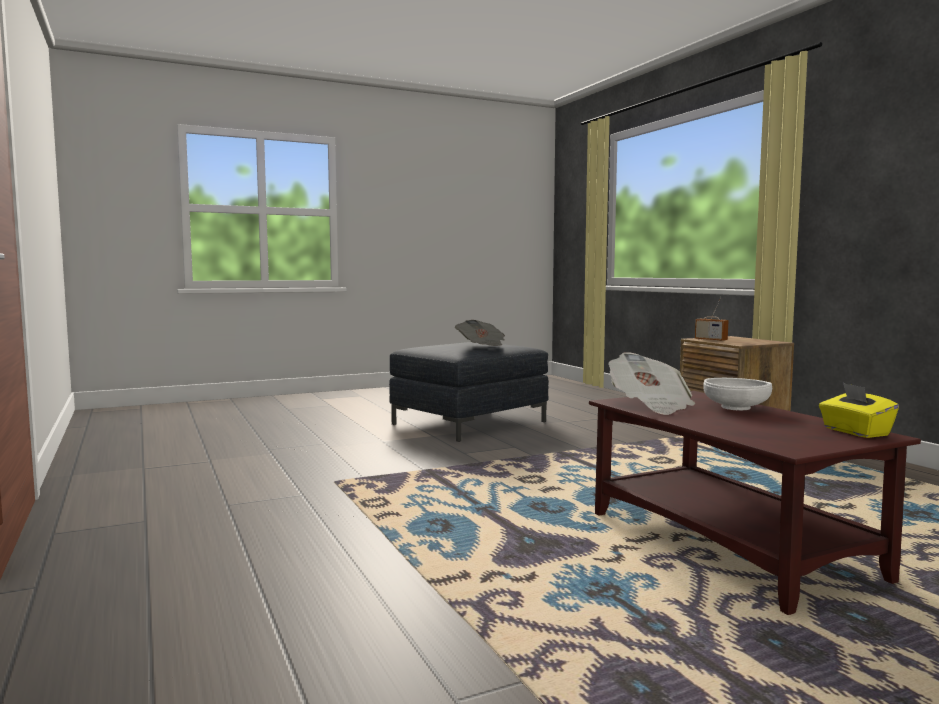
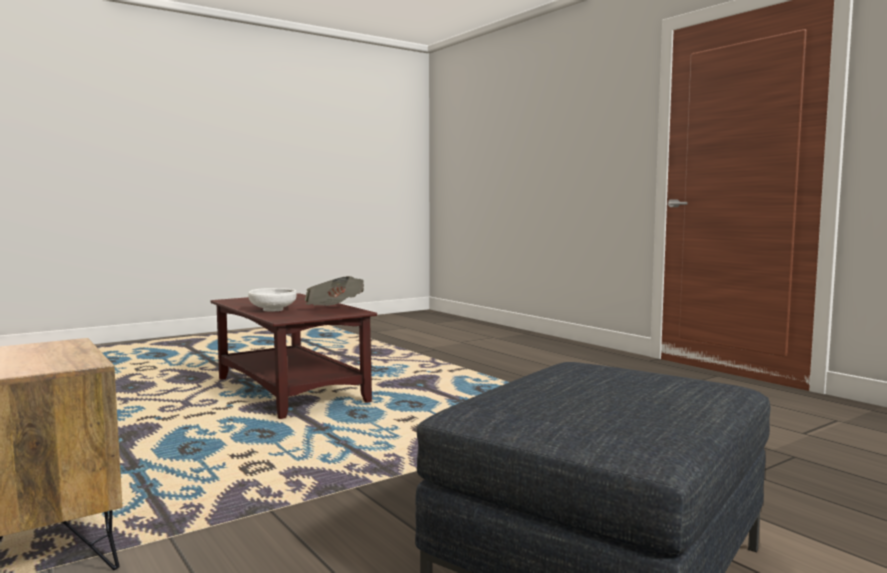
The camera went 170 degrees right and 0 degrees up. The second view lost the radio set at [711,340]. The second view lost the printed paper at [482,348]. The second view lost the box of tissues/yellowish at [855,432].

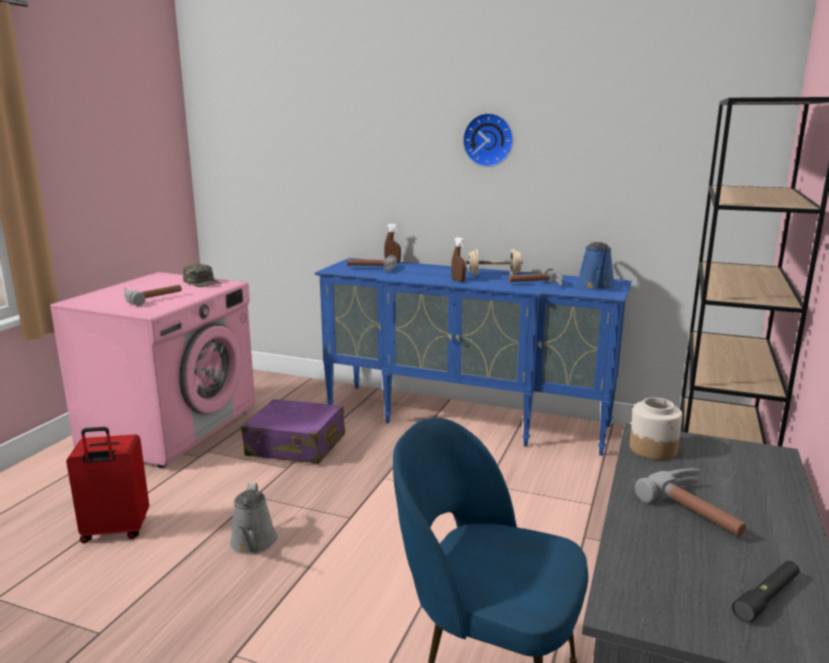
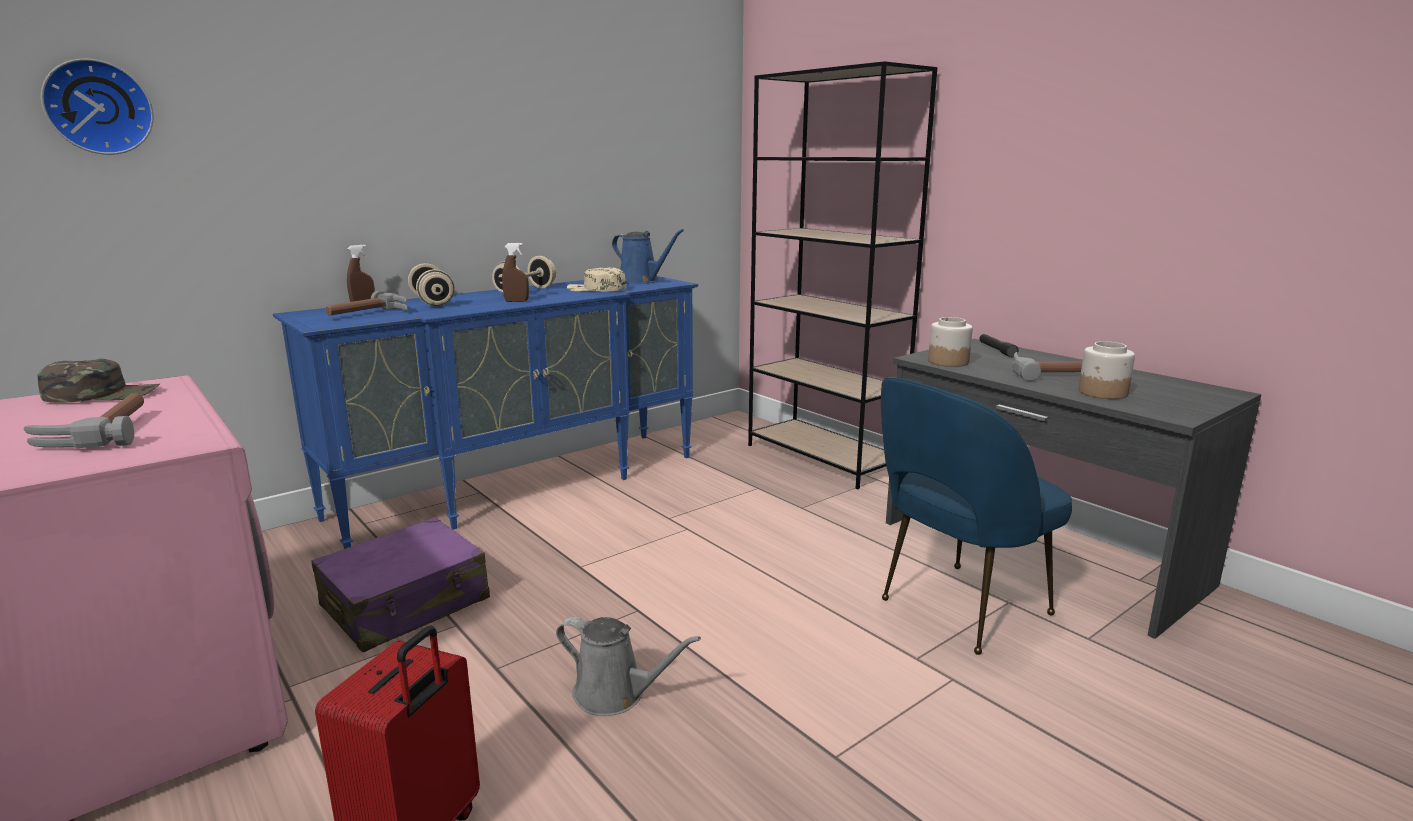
The camera went 60 degrees left and 0 degrees up. The wall clock ended up elsewhere, having gone from [488,140] to [98,107]. Where the tool hammer stood at [536,285], the cap/beige-coloured came to stand at [596,289]. The hand torch/black ended up elsewhere, having gone from [766,597] to [996,350]. The second view gained the free weight/beige-coloured at [432,302]. The second view gained the storage jar at [1103,393].

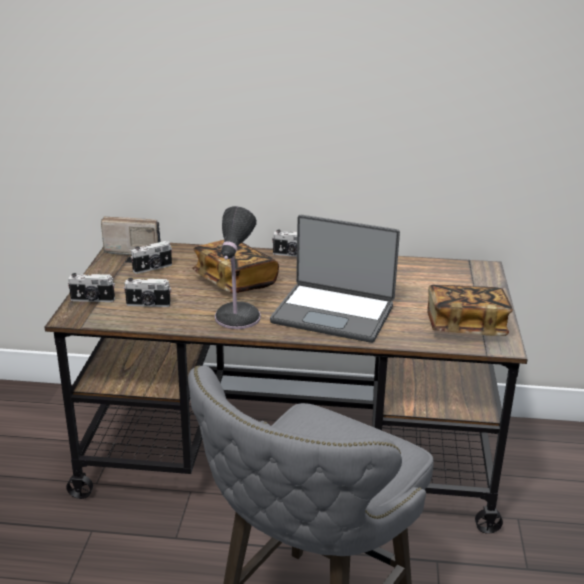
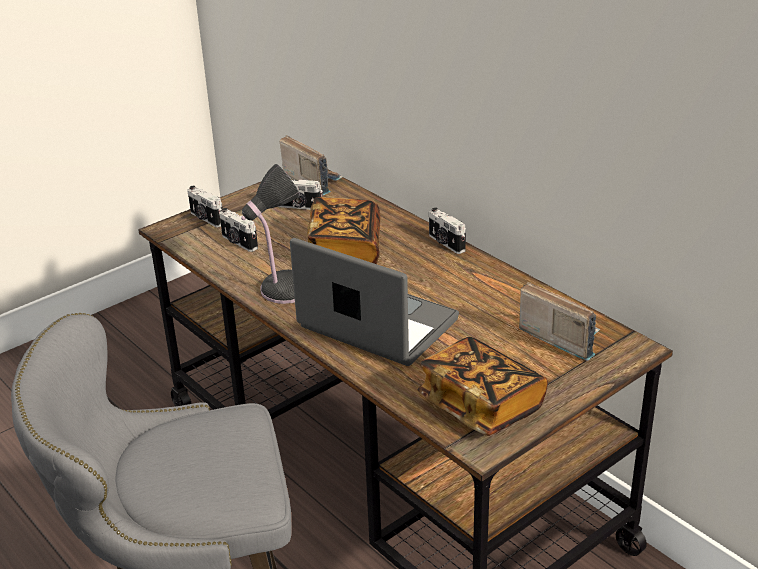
The camera went 45 degrees right and 5 degrees up. The notebook computer at [334,313] ended up facing another way, 150 degrees clockwise from before. The second view gained the radio set at [560,337].

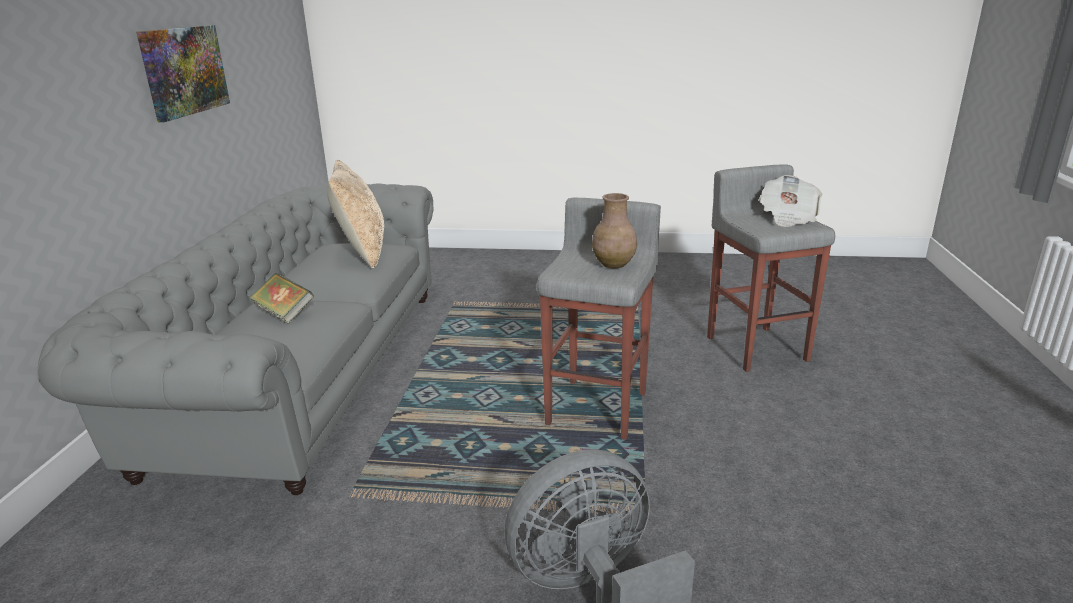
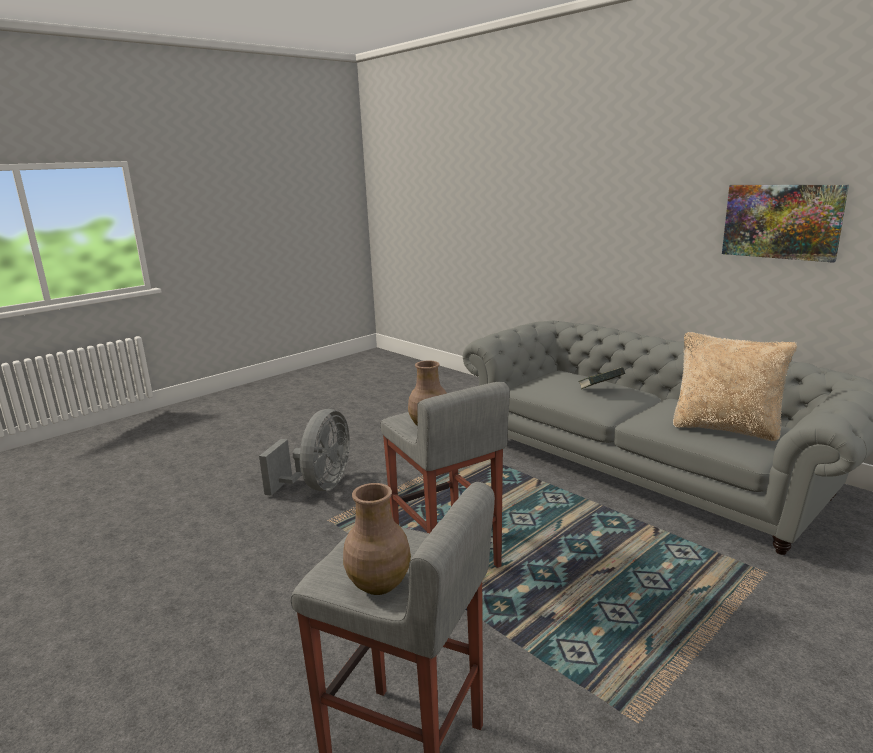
The camera went 130 degrees right and 5 degrees down. Where the printed paper stood at [788,217], the decorative vase/brown-coloured came to stand at [378,583].

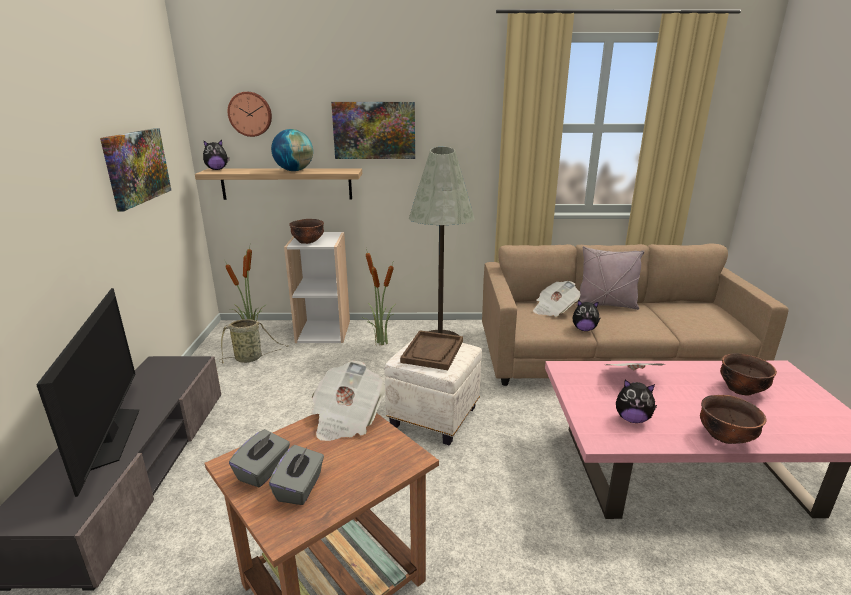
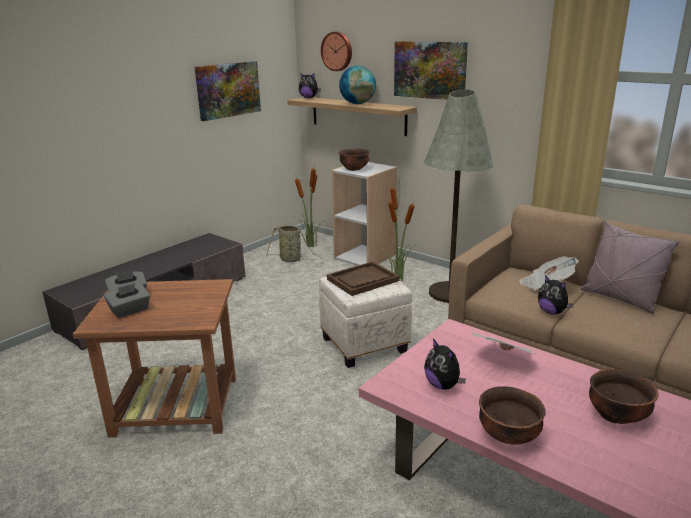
The camera went 40 degrees right and 0 degrees up. The second view lost the TV set at [110,436]. The second view lost the printed paper at [346,418].

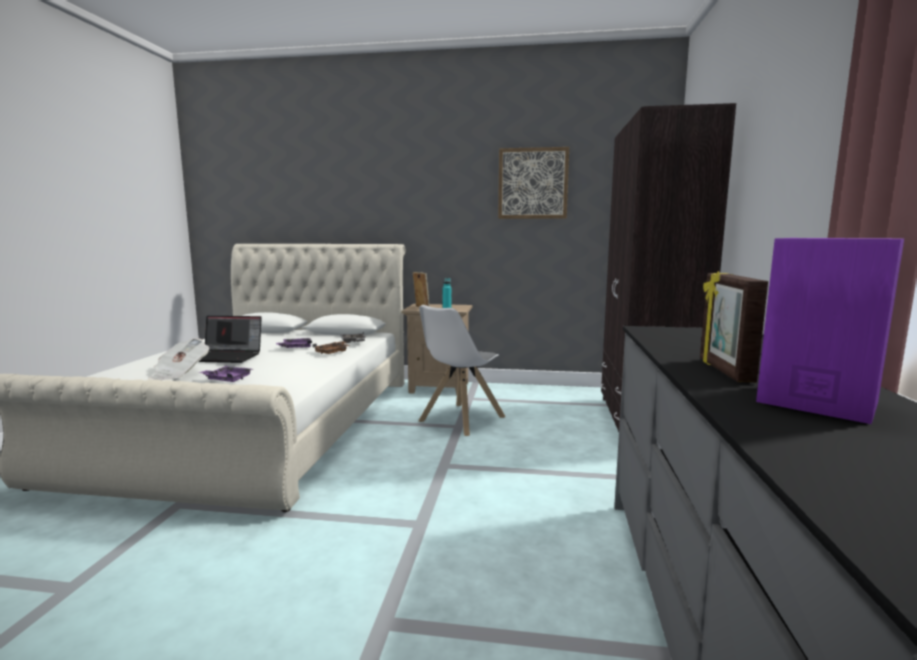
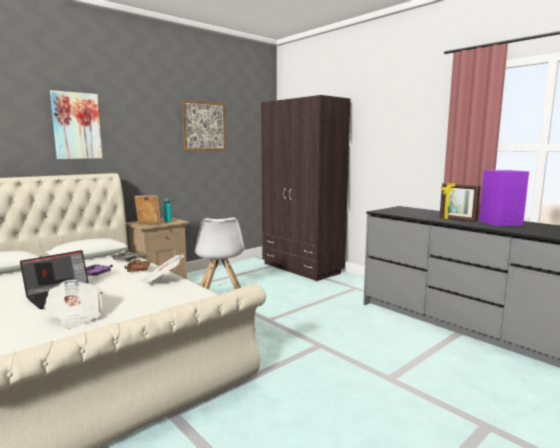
The camera went 50 degrees left and 0 degrees up. The second view lost the serving tray/purple-coloured at [227,379]. The second view gained the wall art at [76,126]. The second view gained the printed paper at [162,280].

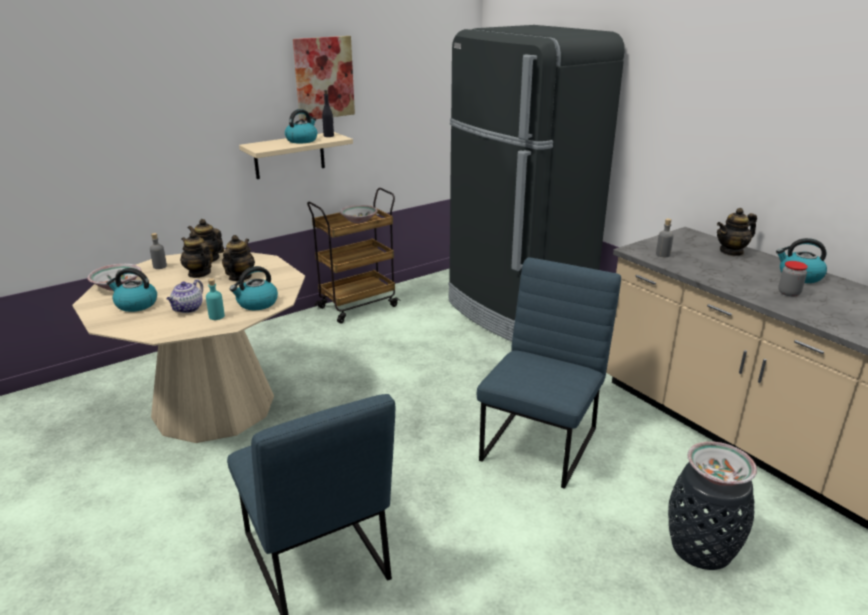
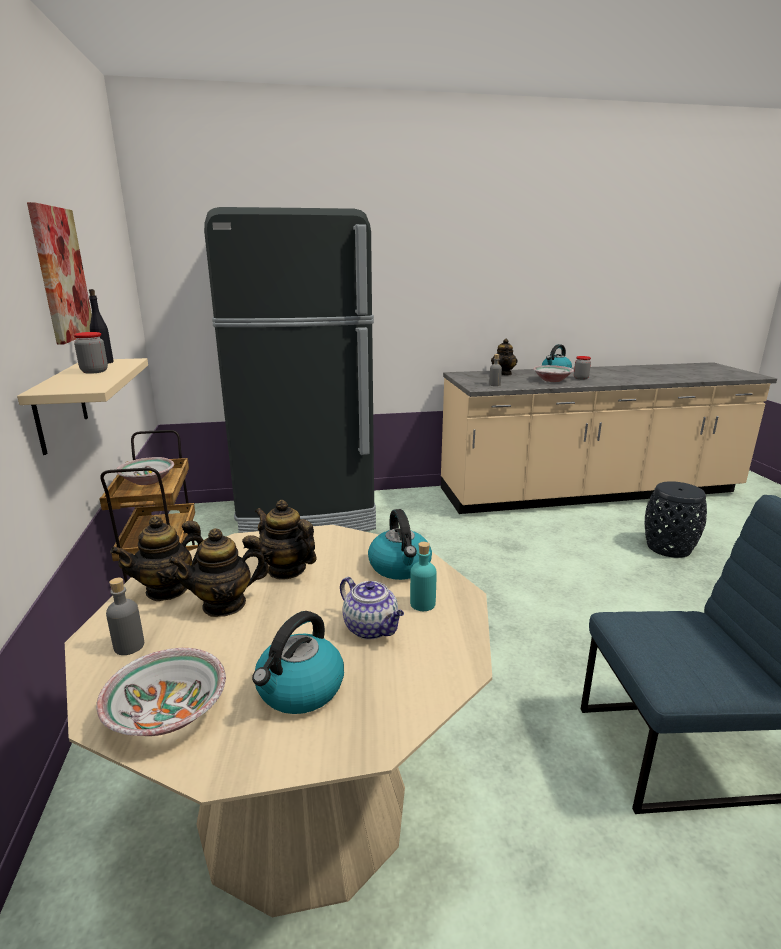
The camera went 65 degrees left and 5 degrees down. Where the water kettle stood at [302,140], the storage jar came to stand at [94,371]. The second view lost the upright chair/blue-coloured at [541,442]. The serving bowl ended up elsewhere, having gone from [717,475] to [551,380].

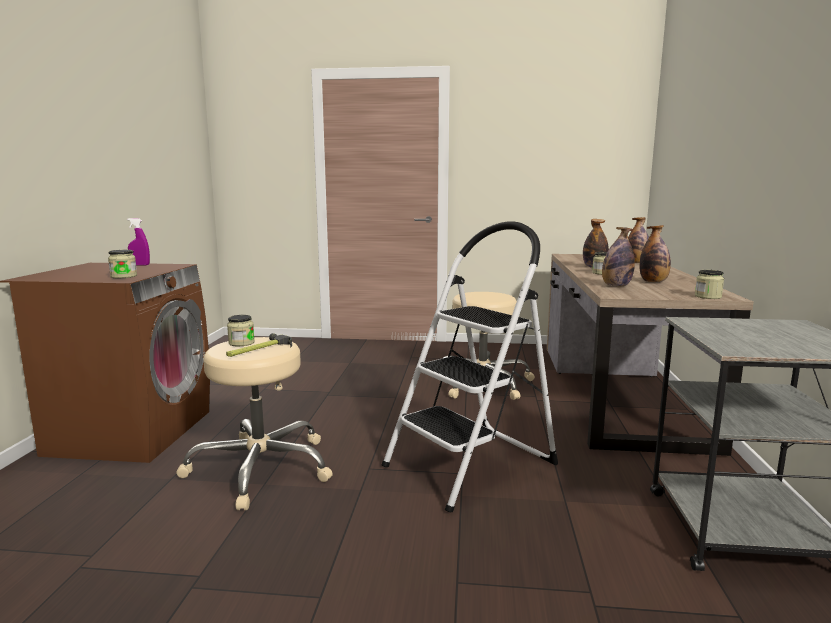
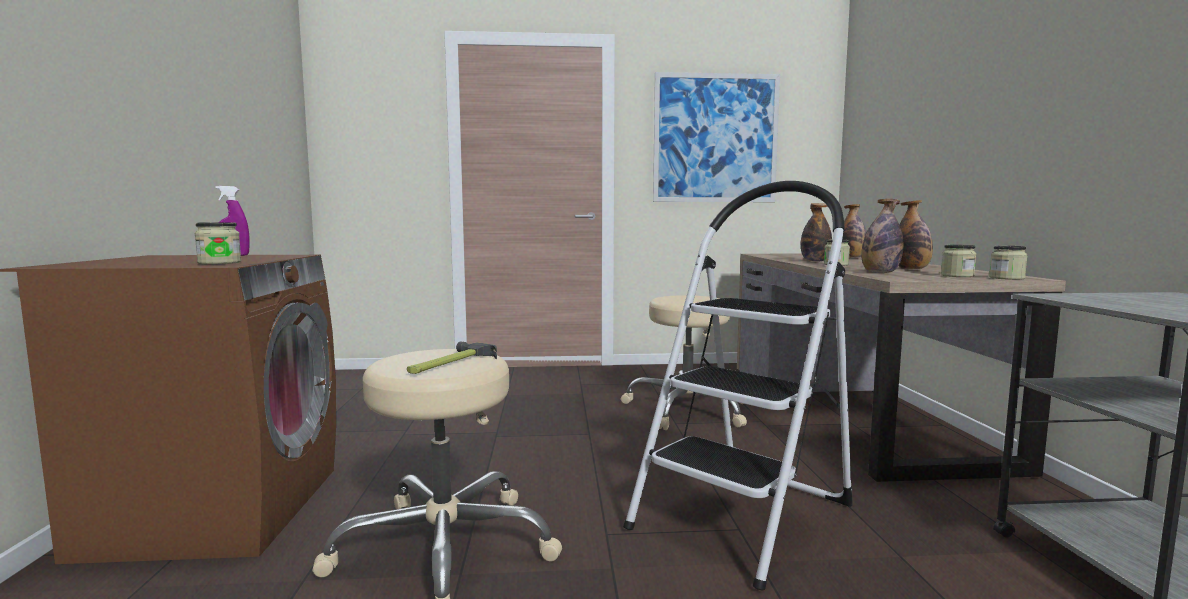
The camera went 10 degrees left and 5 degrees down. The storage jar ended up elsewhere, having gone from [241,343] to [957,276]. The second view gained the wall art at [715,138].

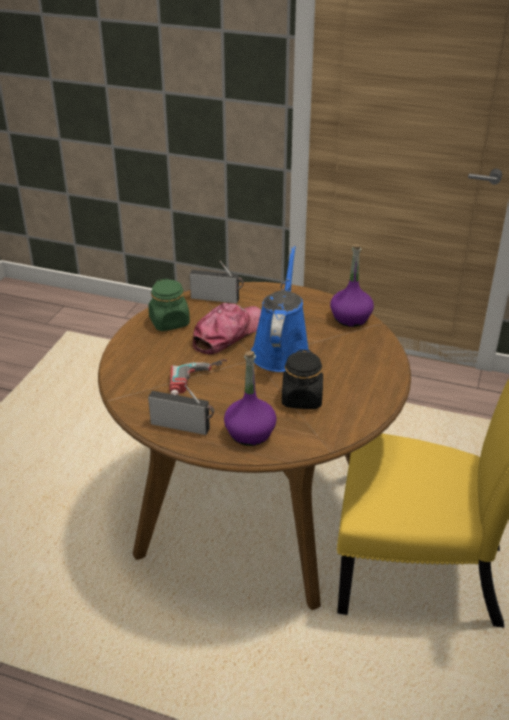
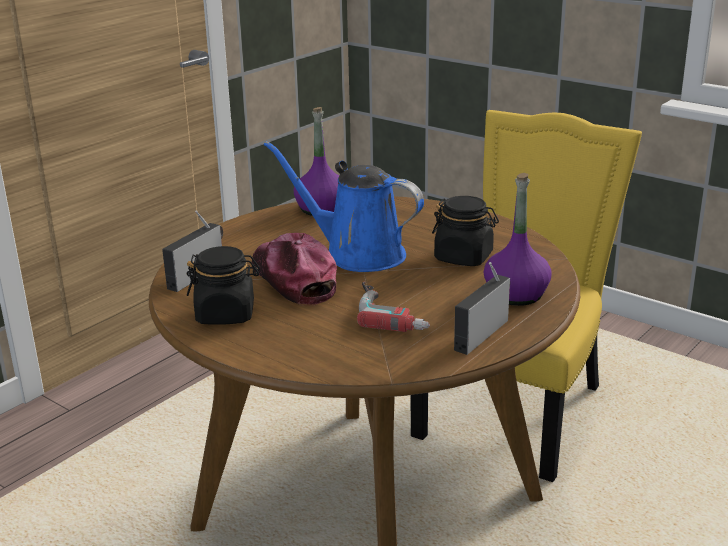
The camera went 70 degrees left and 10 degrees down. What was the storage jar/green-coloured at [169,322] turned into the storage jar/black at [226,314].

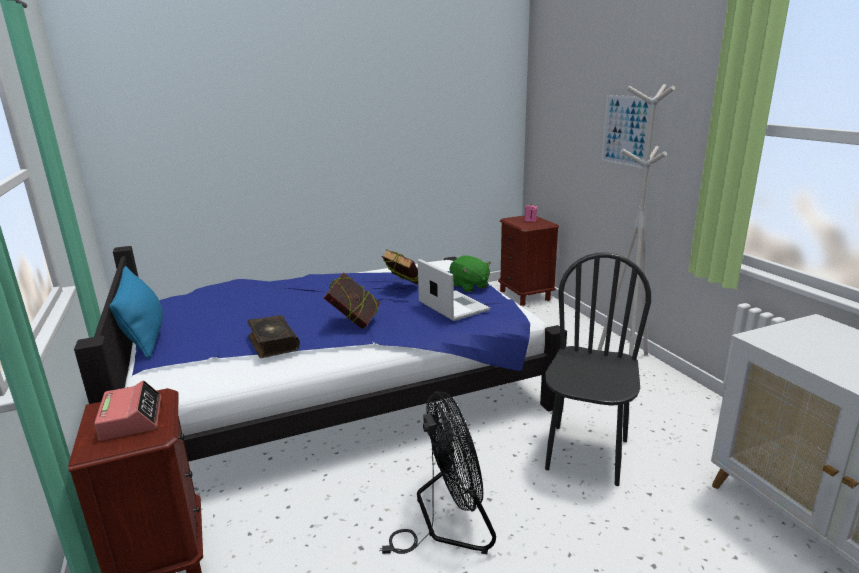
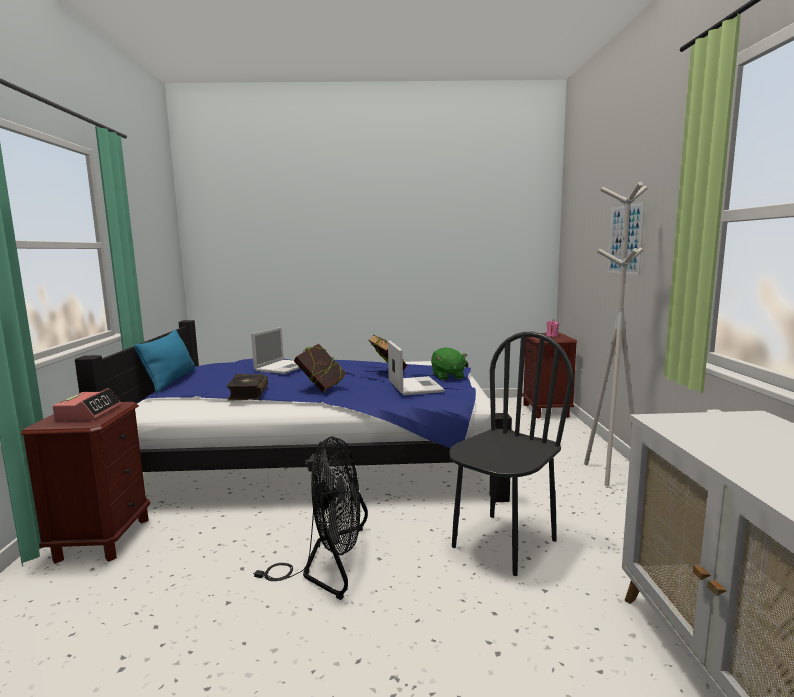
The camera went 20 degrees right and 10 degrees down. The second view gained the notebook computer at [283,367].

